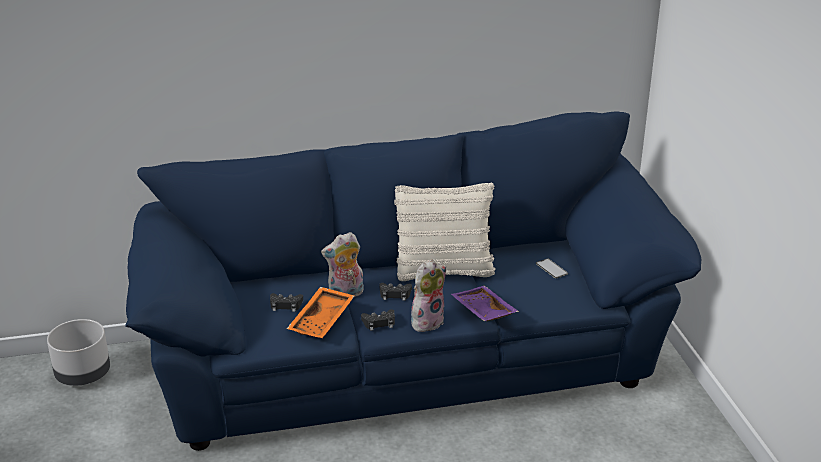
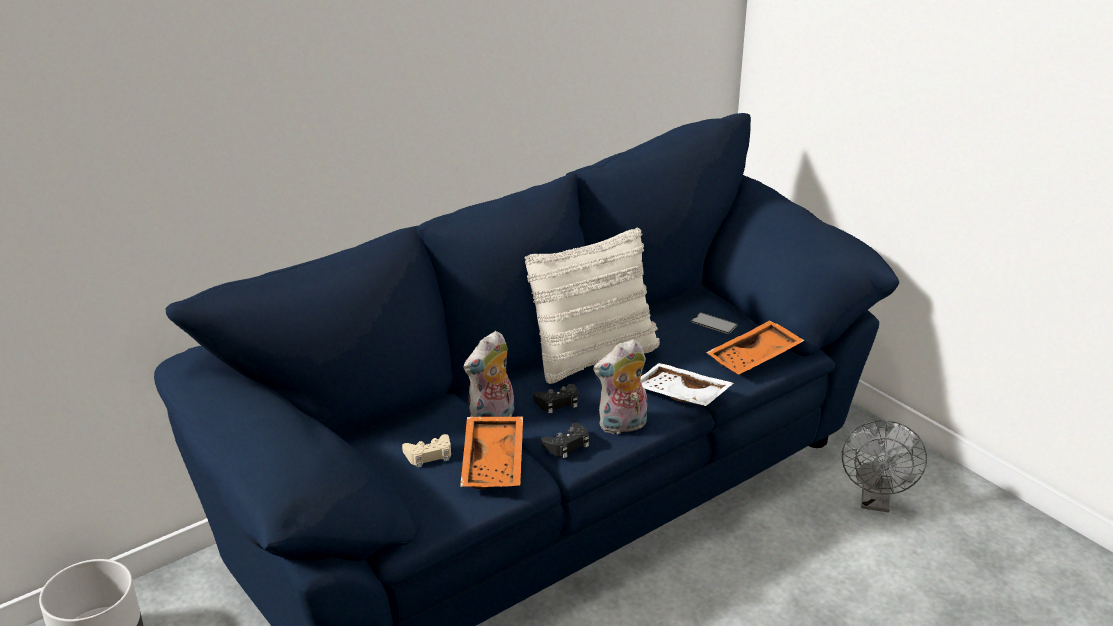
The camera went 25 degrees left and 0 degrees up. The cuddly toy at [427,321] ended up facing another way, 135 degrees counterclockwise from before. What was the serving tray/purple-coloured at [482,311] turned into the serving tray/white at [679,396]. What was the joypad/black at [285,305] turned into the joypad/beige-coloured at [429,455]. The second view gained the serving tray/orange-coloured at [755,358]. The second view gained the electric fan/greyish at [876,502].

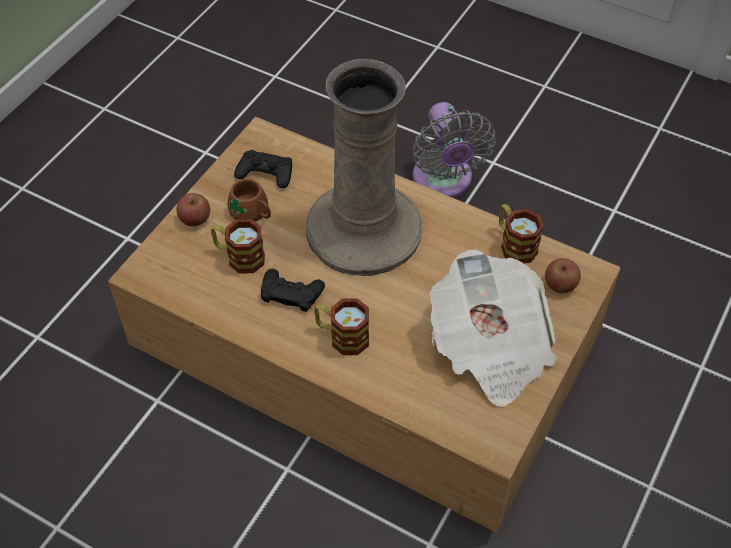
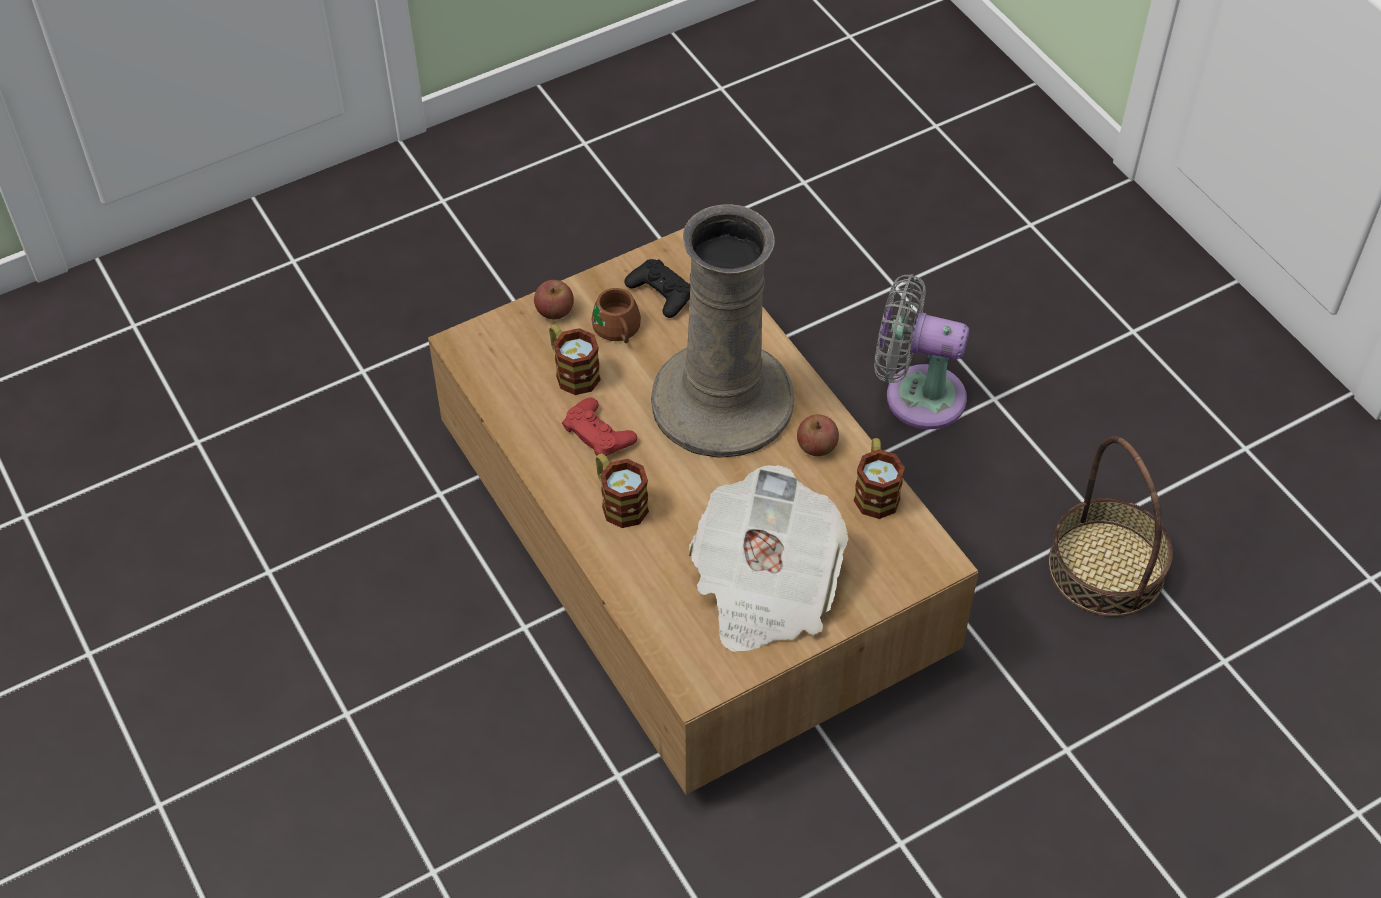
The camera went 30 degrees right and 0 degrees up. The electric fan/greyish at [444,181] ended up facing another way, 90 degrees clockwise from before. The apple fruit ended up elsewhere, having gone from [560,284] to [816,446]. What was the joypad/black at [291,293] turned into the joypad/reddish at [598,433]. The second view gained the household basket at [1105,568].

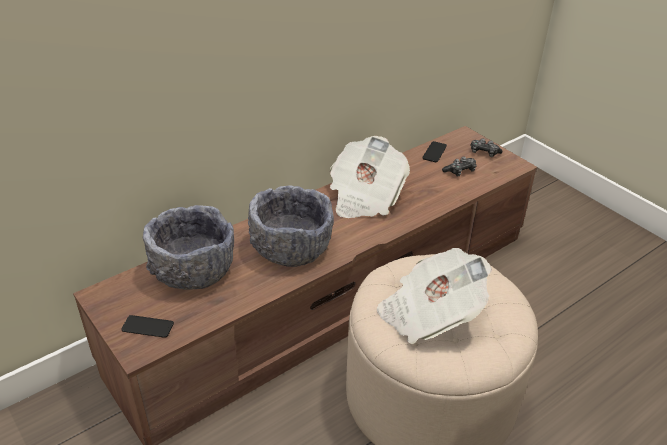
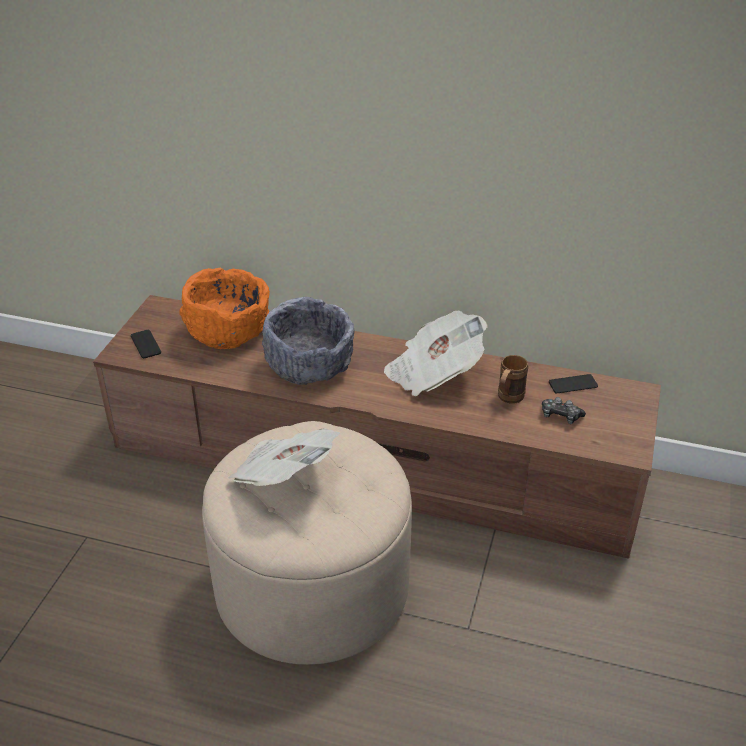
The camera went 55 degrees right and 0 degrees up. The second view lost the joypad at [484,152]. What was the serving bowl/greyish at [193,269] turned into the serving bowl/orange-coloured at [228,331]. The second view gained the coffee mug/brown-coloured at [507,399].

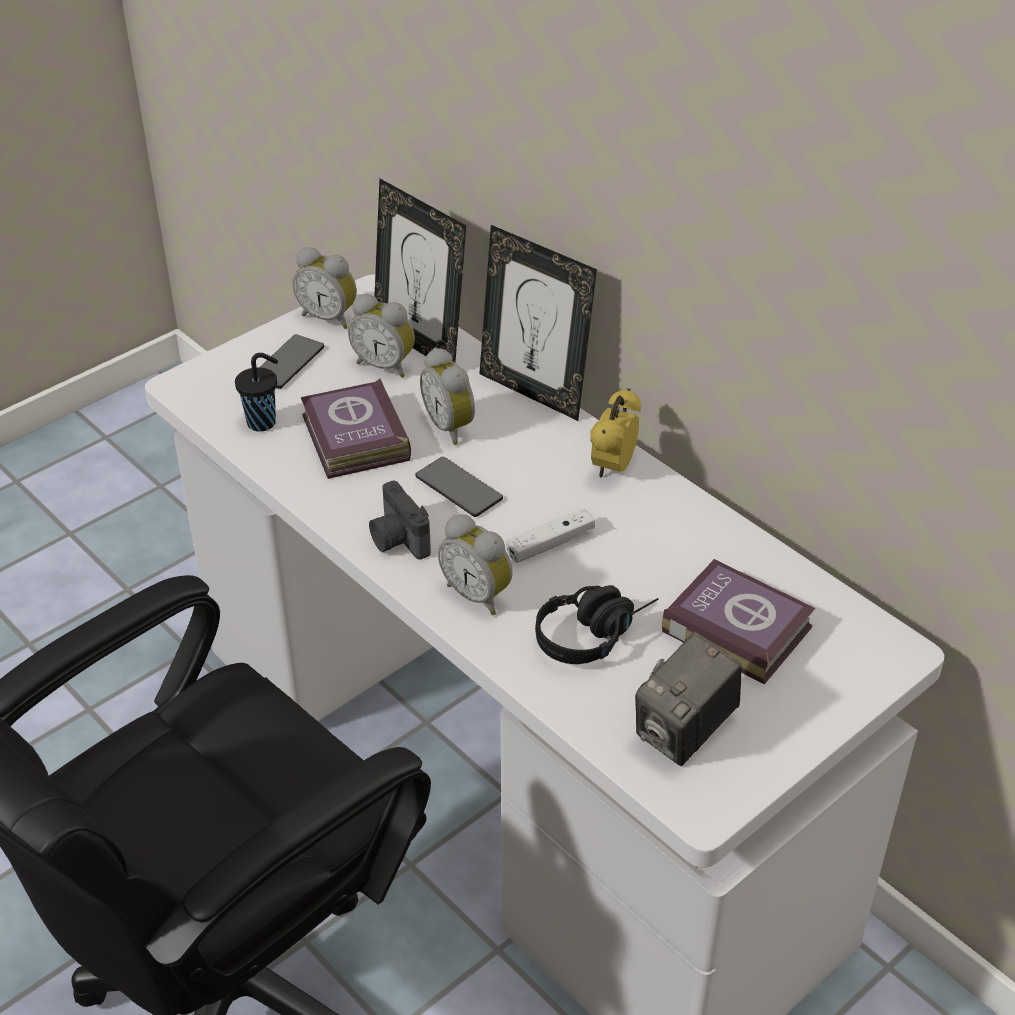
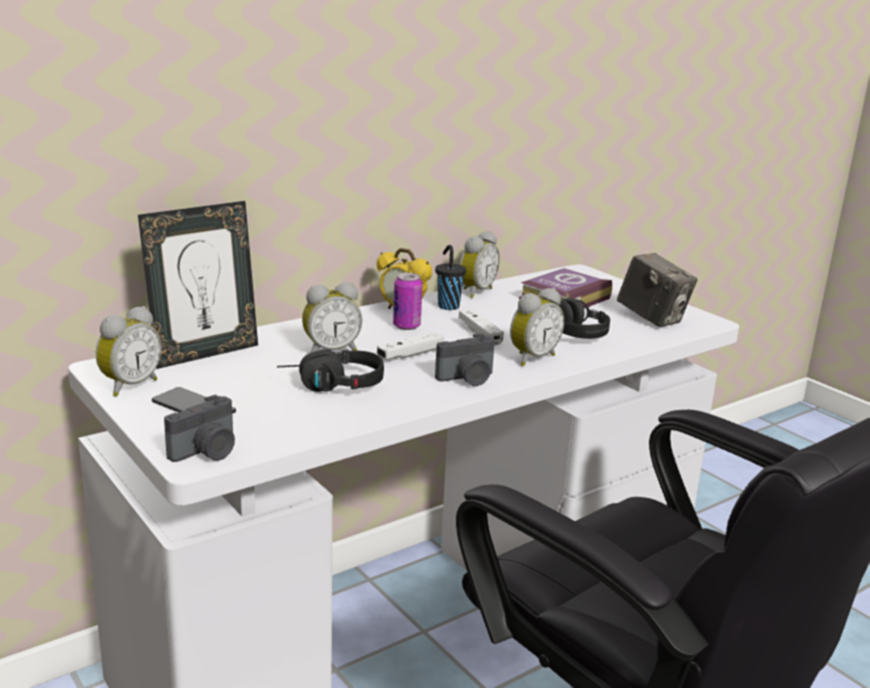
The camera went 85 degrees left and 20 degrees down. The second view lost the standing frame at [534,392]. The alarm clock ended up elsewhere, having gone from [385,365] to [475,292]. The drinking cup/black ended up elsewhere, having gone from [263,422] to [448,306]. Where the volume stood at [354,440], the pair of headphones/black came to stand at [331,386]. Where the phone stood at [459,488], the joypad/white came to stand at [410,355]. The second view gained the sealed can at [406,326]. The second view gained the still camera at [207,452].

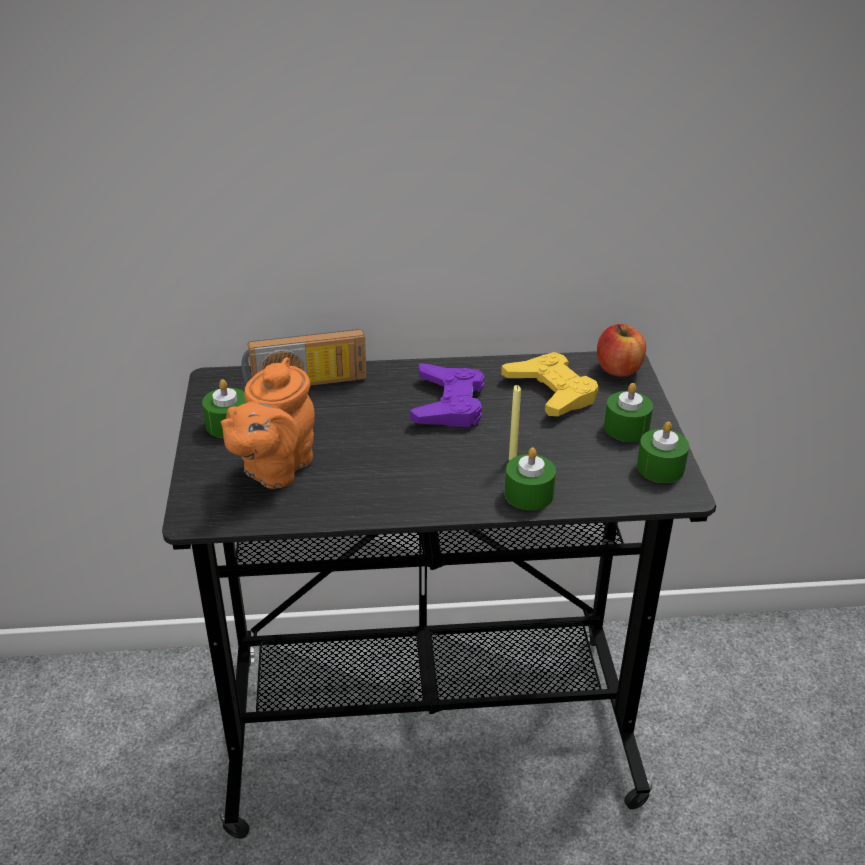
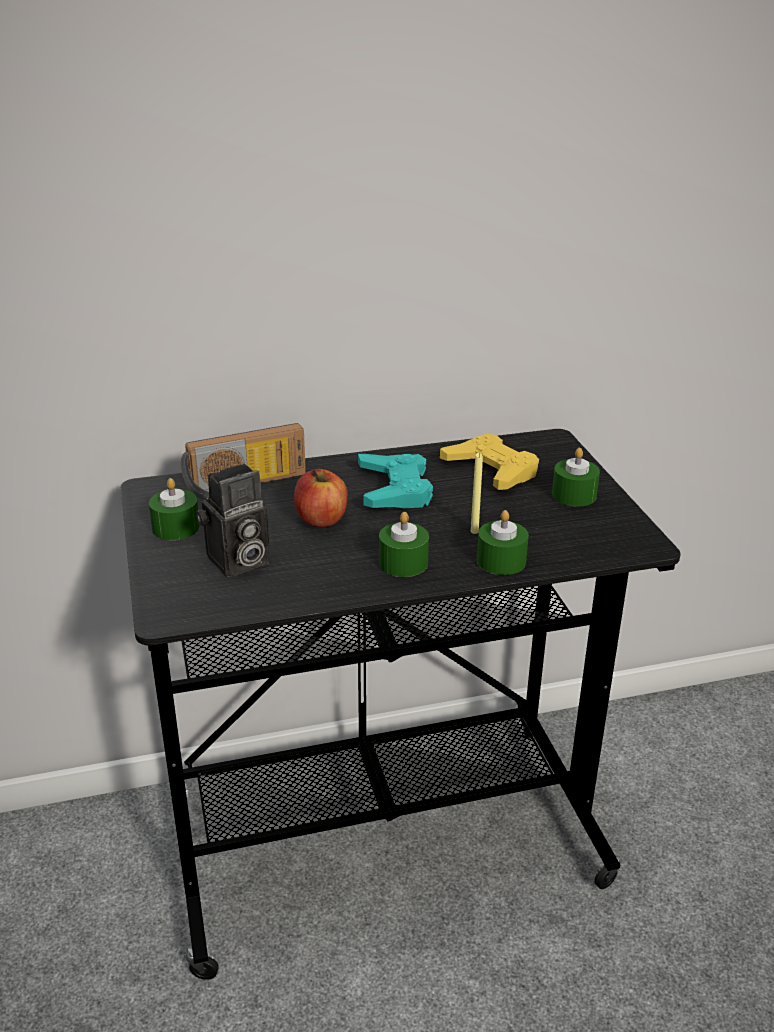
The camera went 10 degrees left and 5 degrees down. The apple fruit ended up elsewhere, having gone from [618,369] to [321,519]. Where the teapot/orange-coloured stood at [274,469], the still camera came to stand at [237,563]. What was the joypad/purple-coloured at [448,403] turned into the joypad/turquoise-coloured at [395,489]. The candle/green-coloured ended up elsewhere, having gone from [660,468] to [403,562].

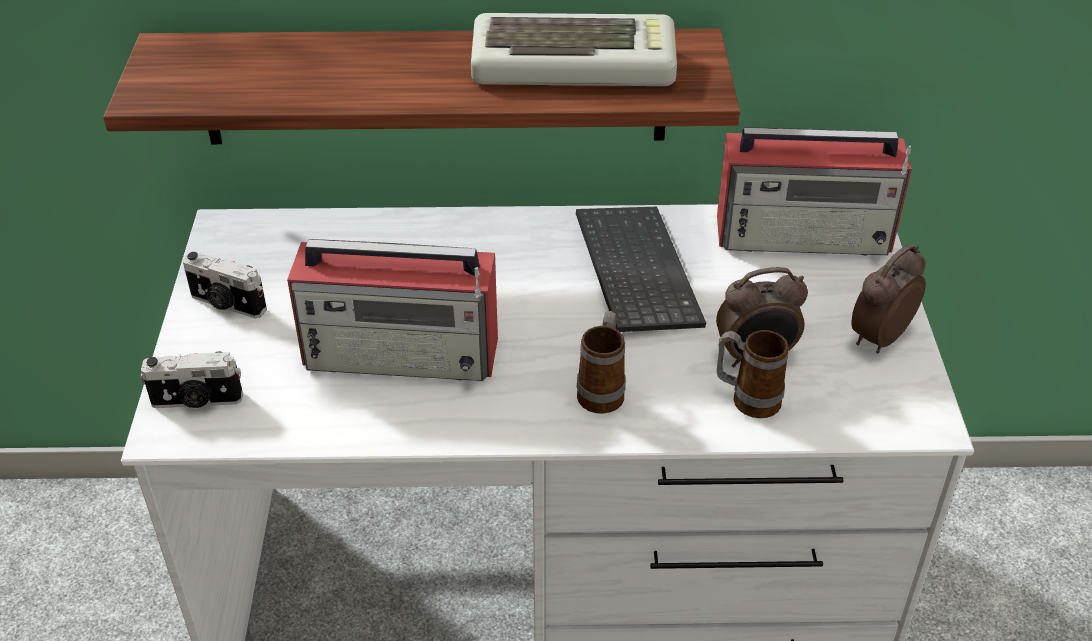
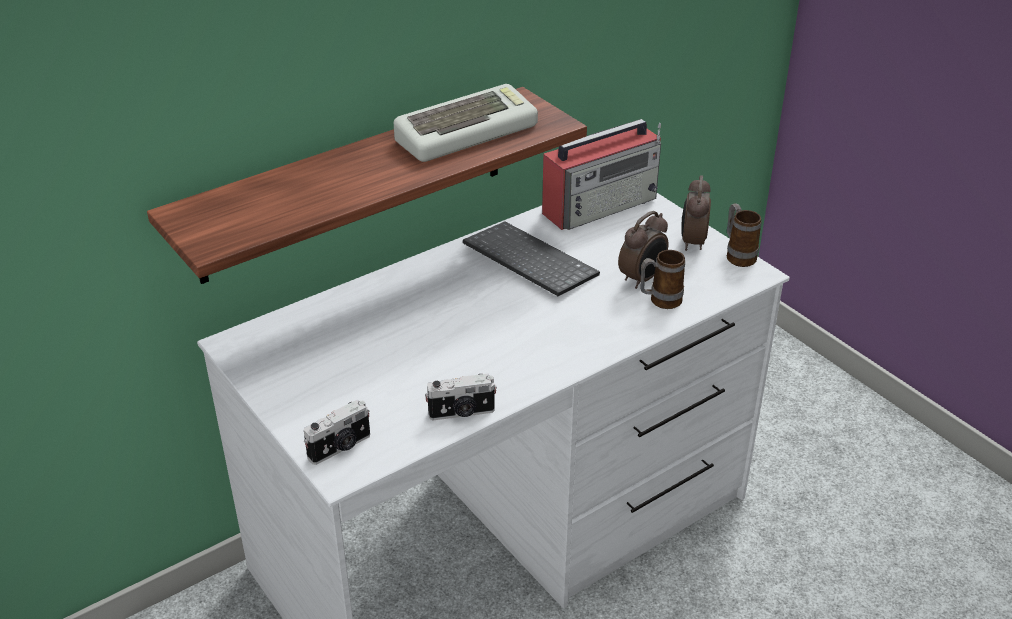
The camera went 35 degrees left and 5 degrees down. The second view lost the radio set at [404,353]. The still camera ended up elsewhere, having gone from [227,304] to [462,413]. The coffee mug ended up elsewhere, having gone from [603,390] to [738,255].

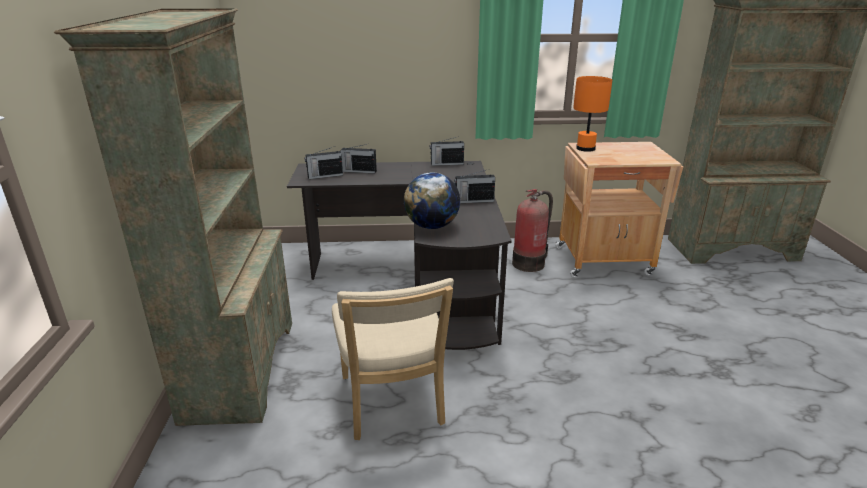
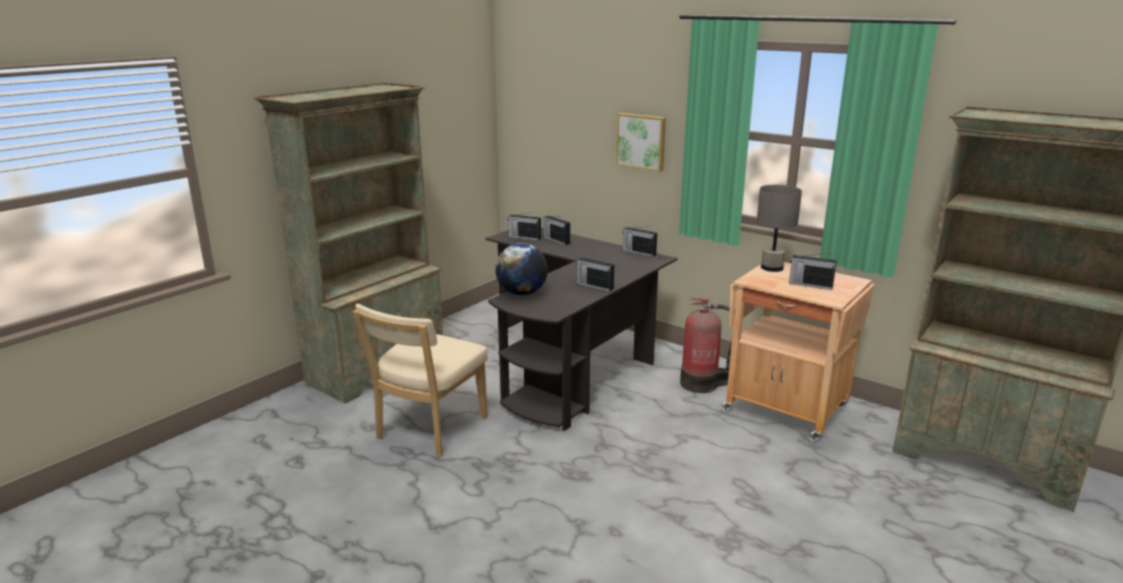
The camera went 40 degrees right and 5 degrees down. What was the tabletop lamp/orange-coloured at [586,148] turned into the tabletop lamp/greyish at [772,268]. The second view gained the wall art at [641,141]. The second view gained the radio set at [809,285].

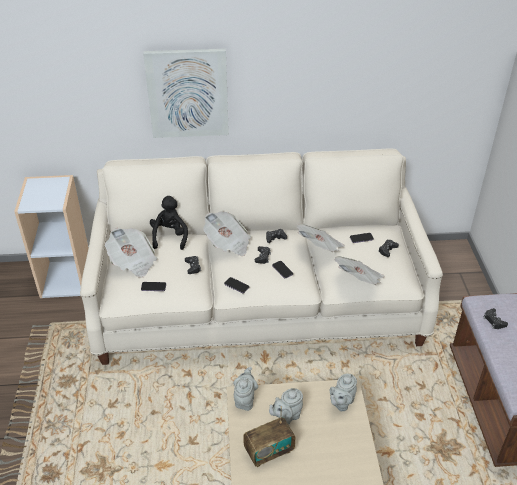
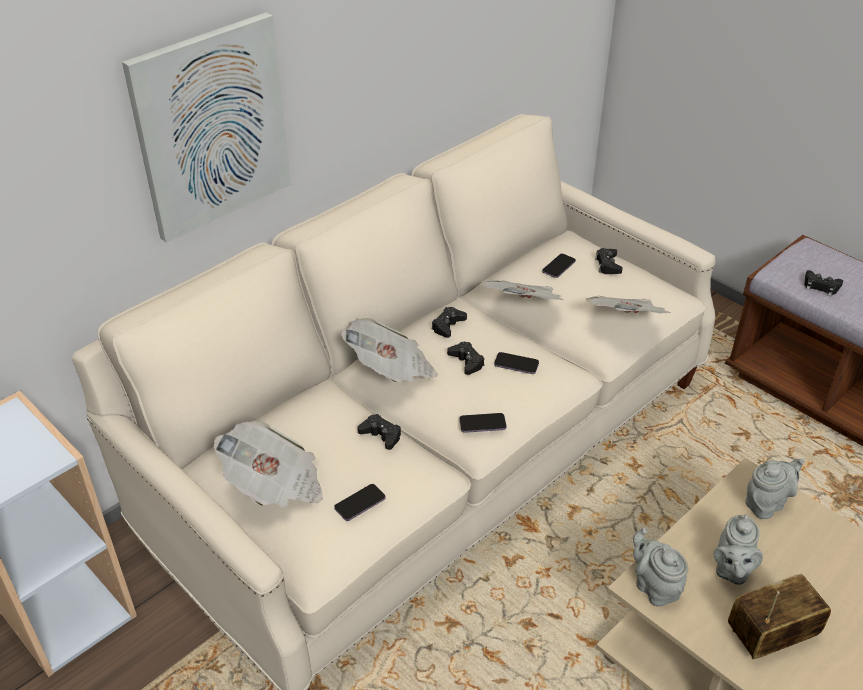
The camera went 40 degrees left and 0 degrees up. The second view lost the cuddly toy/black at [170,237]. The teapot/greyish at [341,403] ended up facing another way, 120 degrees counterclockwise from before. The radio set at [269,451] ended up facing another way, 135 degrees counterclockwise from before.

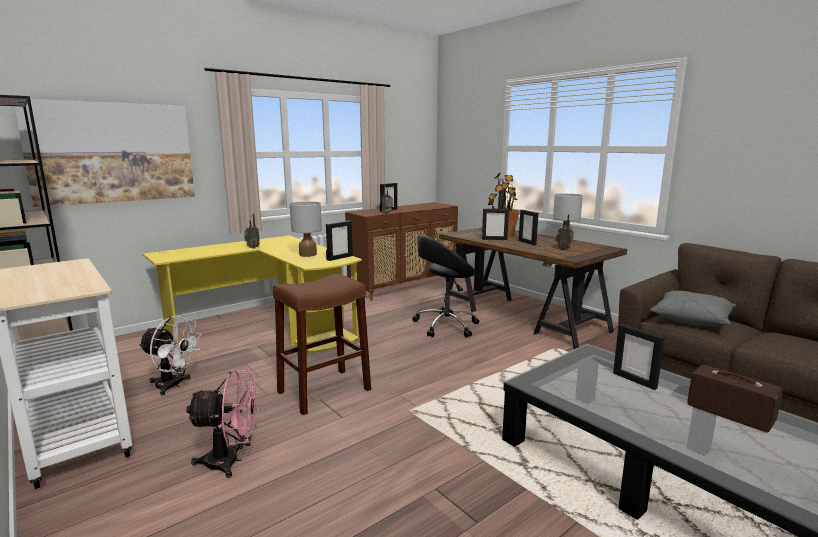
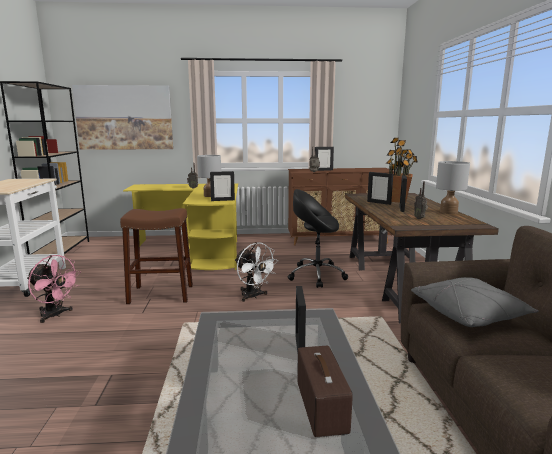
The camera went 35 degrees right and 0 degrees up. The electric fan/white ended up elsewhere, having gone from [173,386] to [253,296].

